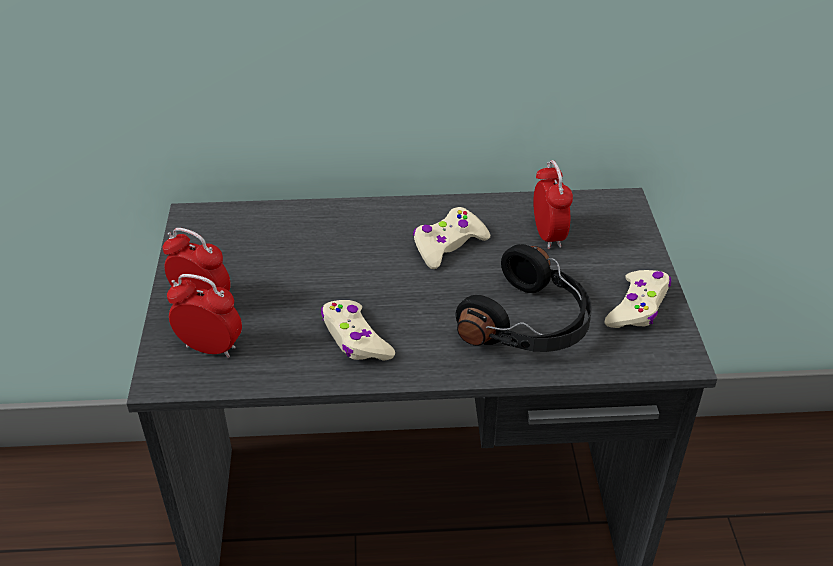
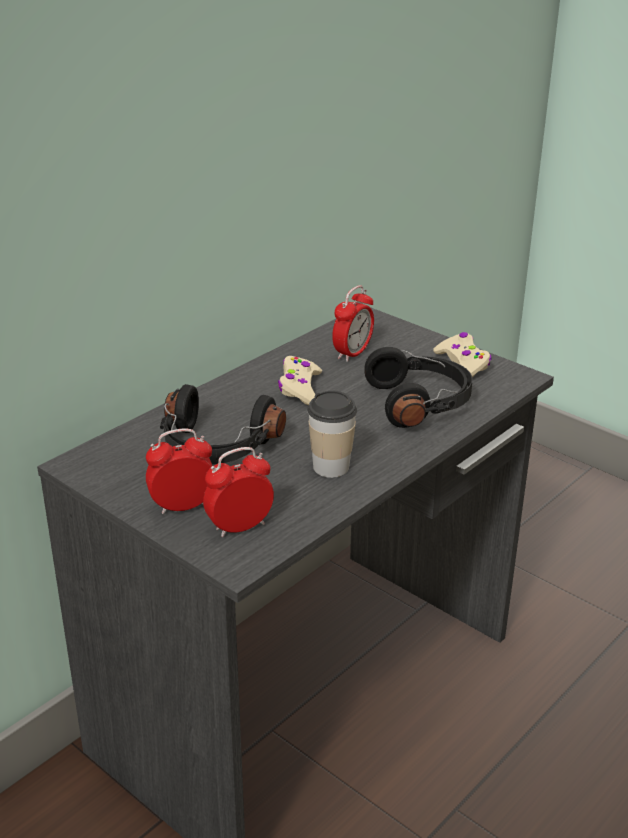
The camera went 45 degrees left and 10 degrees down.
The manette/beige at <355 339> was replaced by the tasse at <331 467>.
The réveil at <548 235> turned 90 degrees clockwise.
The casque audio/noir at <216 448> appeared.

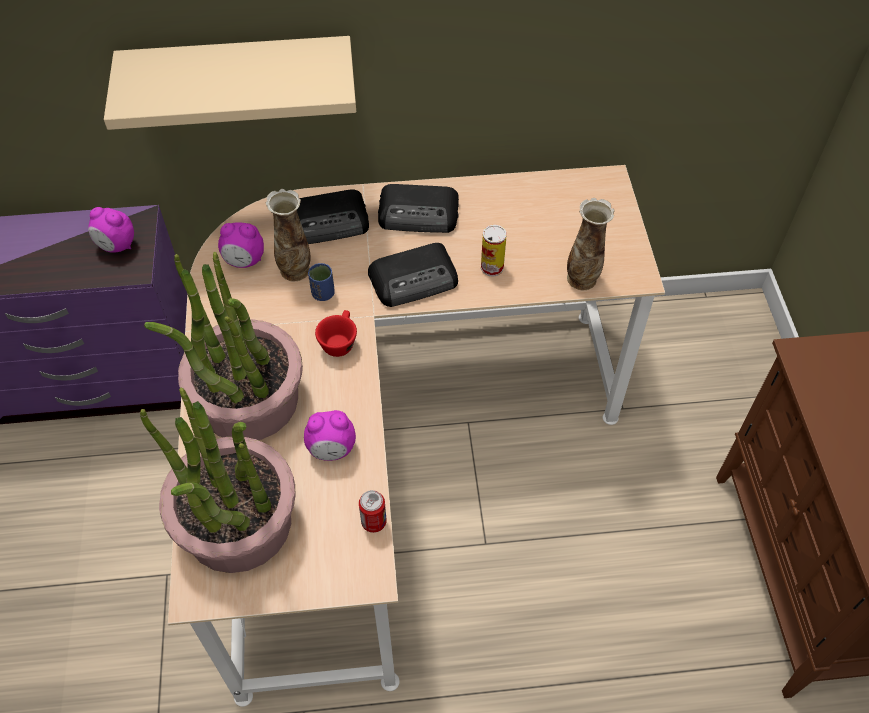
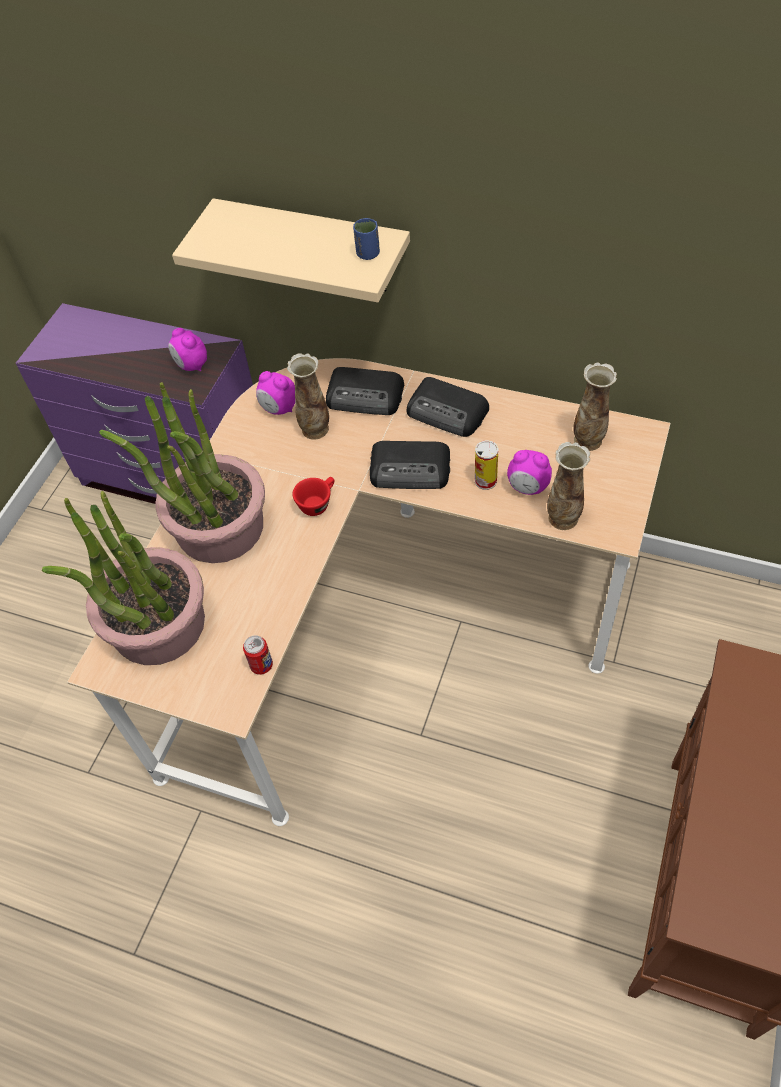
The camera went 30 degrees right and 0 degrees up.
The réveil moved from <332 449> to <528 487>.
The tasse/bleu moved from <323 293> to <368 254>.
The vase at <588 441> appeared.

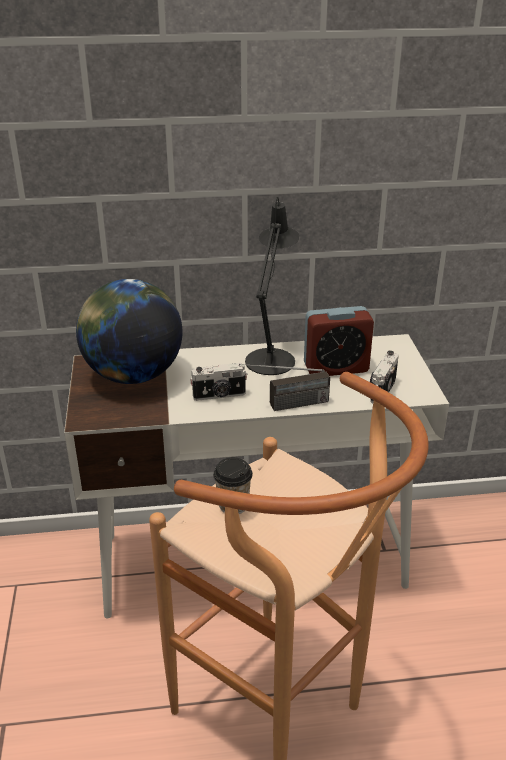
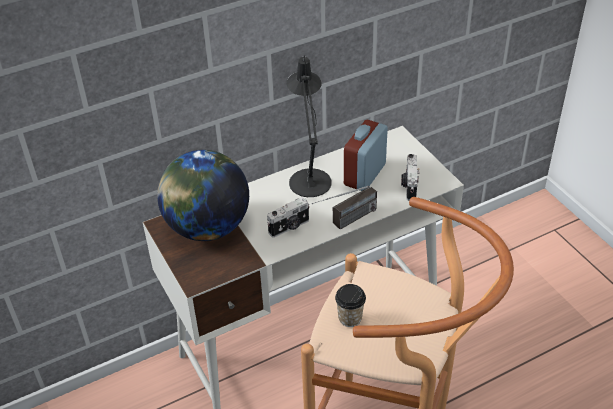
The camera went 20 degrees left and 10 degrees up.
The réveil at <336 368> turned 150 degrees clockwise.

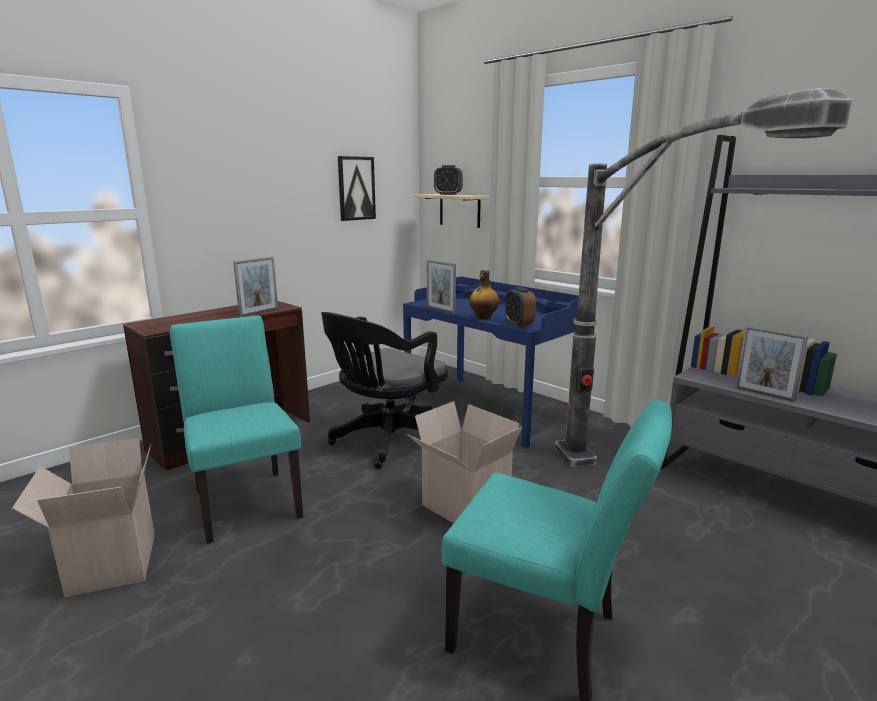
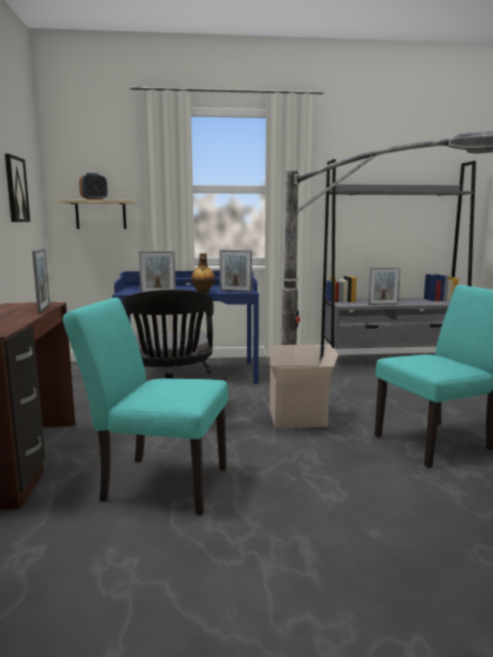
The camera went 50 degrees left and 5 degrees down.
The carton at <109 563> disappeared.
The réveil at <519 324> was replaced by the cadre photo at <235 291>.

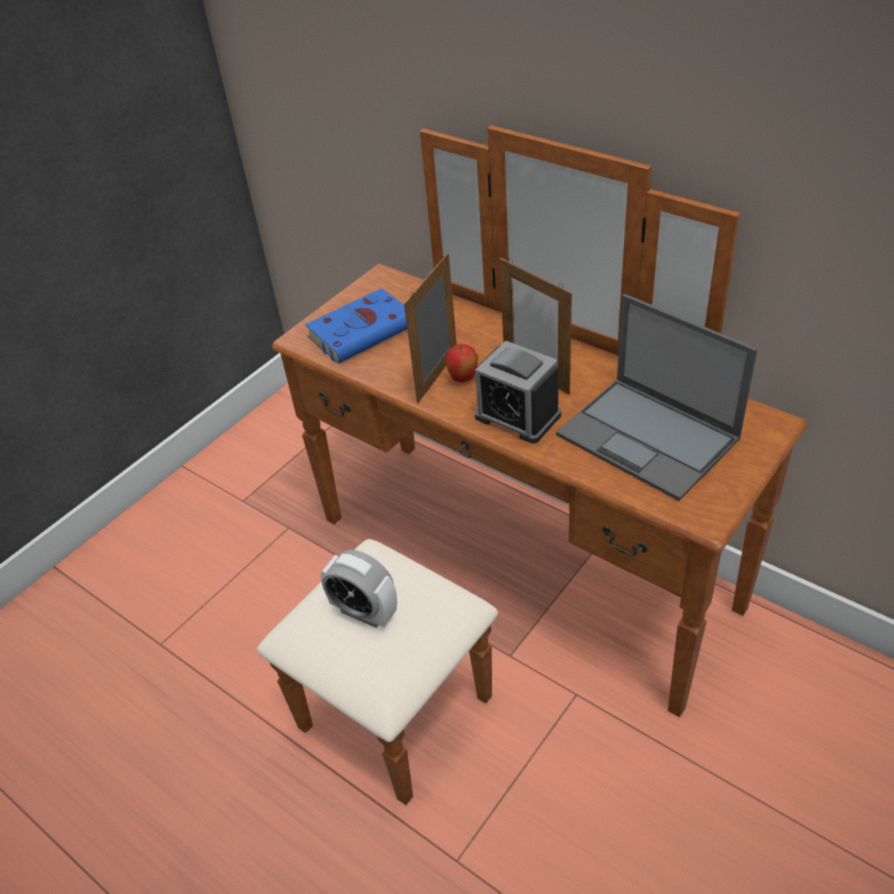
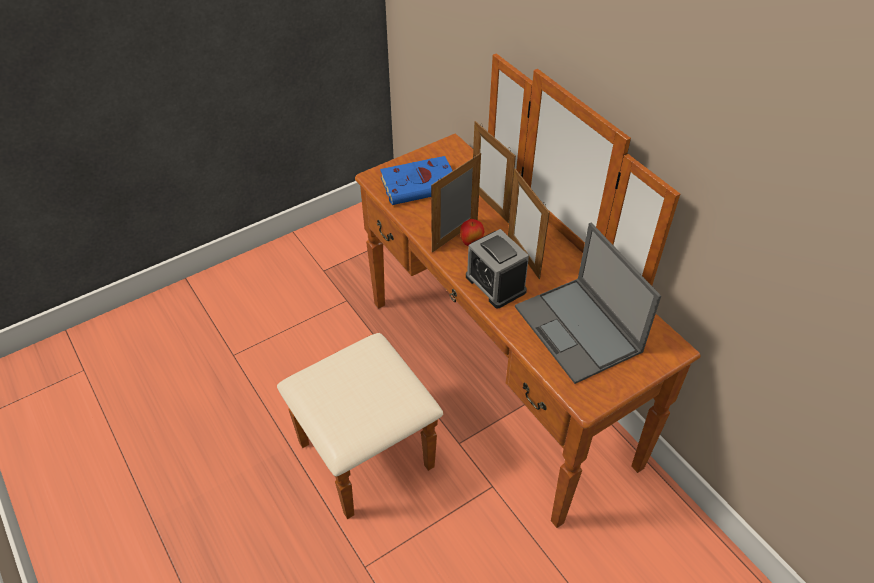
The camera went 15 degrees right and 5 degrees up.
The réveil at <364 612> disappeared.
The cadre photo at <490 205> appeared.

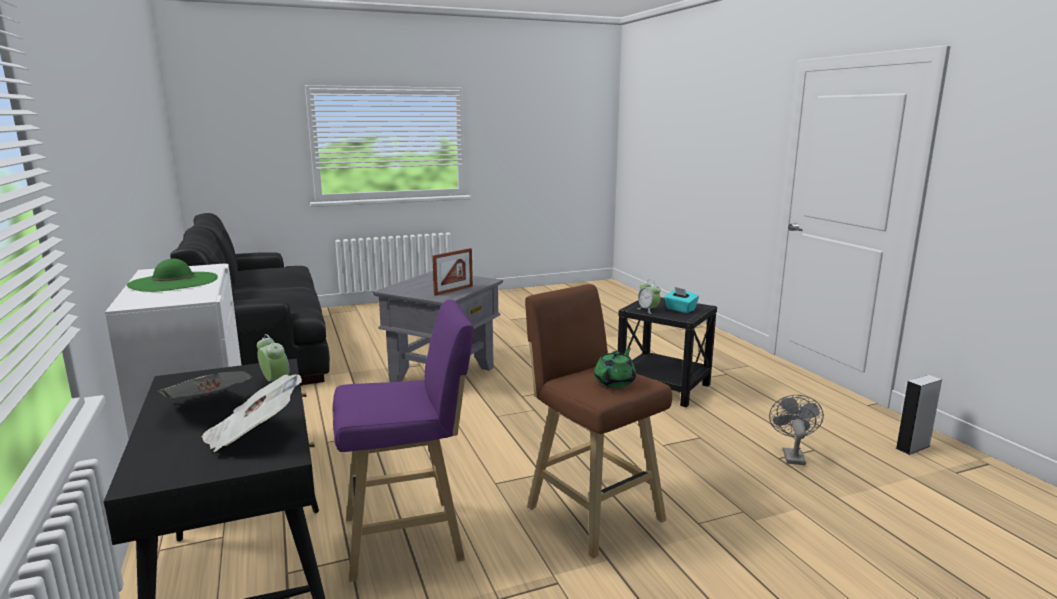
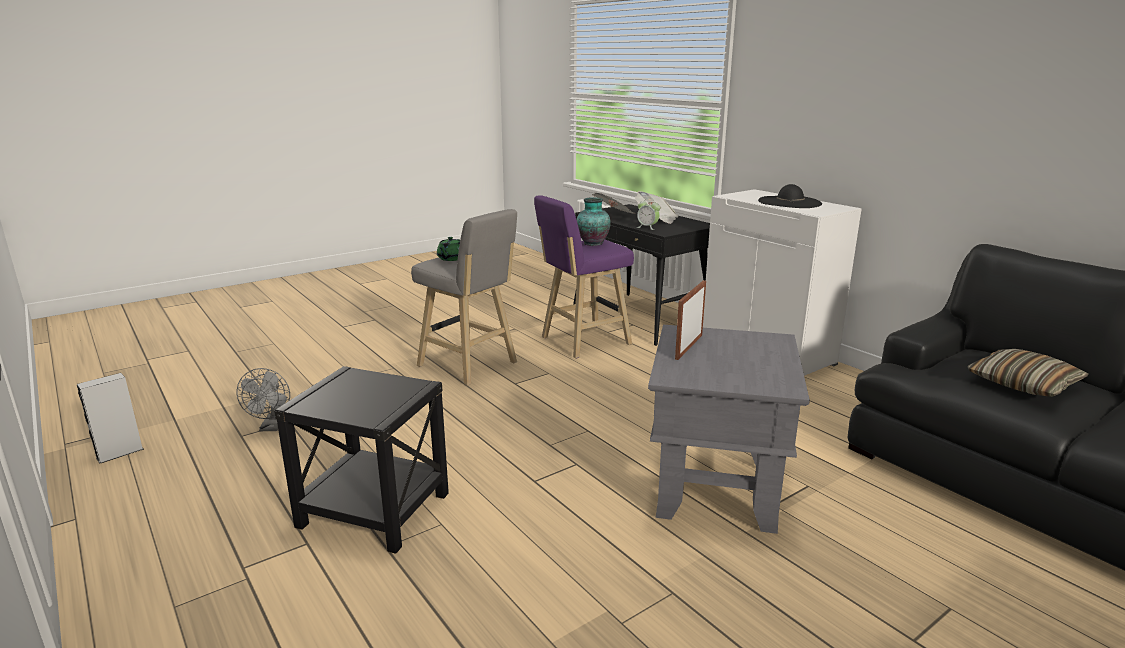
The camera went 165 degrees right and 5 degrees up.
The chapeau/vert at <173 282> became the chapeau/noir at <789 202>.
The tabouret/marron at <591 511> became the tabouret/gris at <470 366>.
The réveil at <648 310> disappeared.
The boîte à mouchoirs/turquoise at <680 309> disappeared.
The vase at <592 243> appeared.
The coussin at <1023 384> appeared.

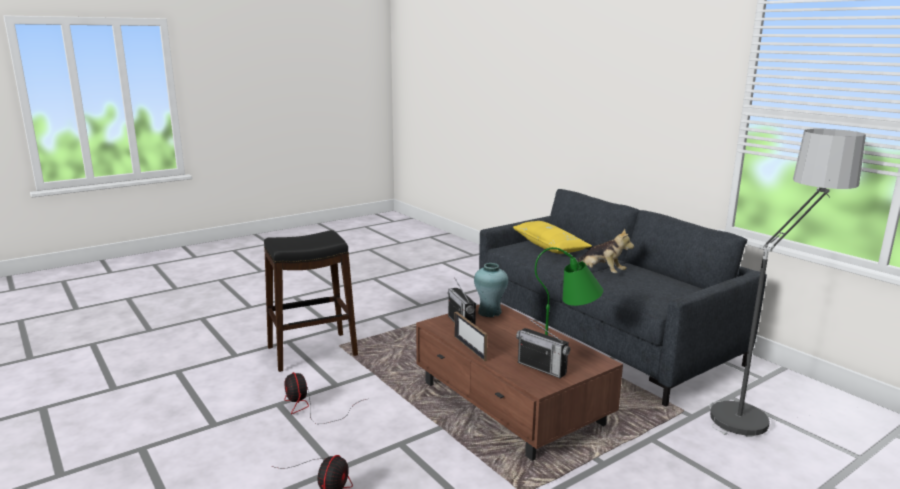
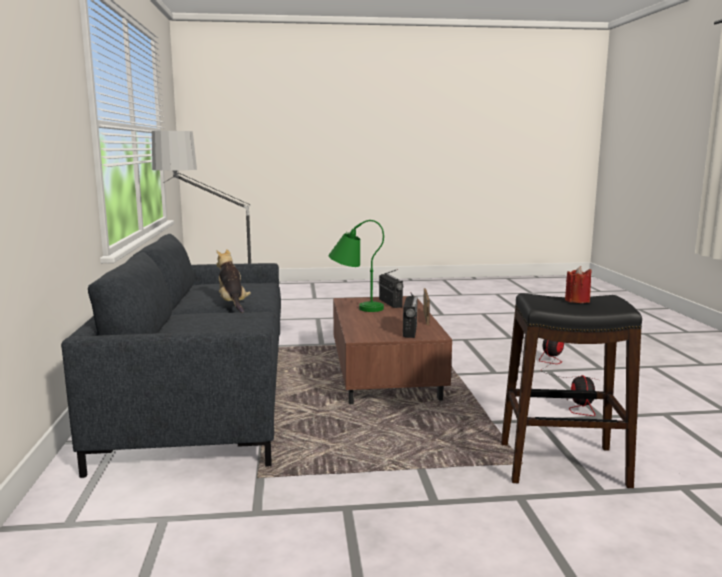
The camera went 150 degrees left and 5 degrees down.
The vase/turquoise at <489 312> disappeared.
The coussin/jaune at <549 246> disappeared.
The bougie/rouge at <577 301> appeared.

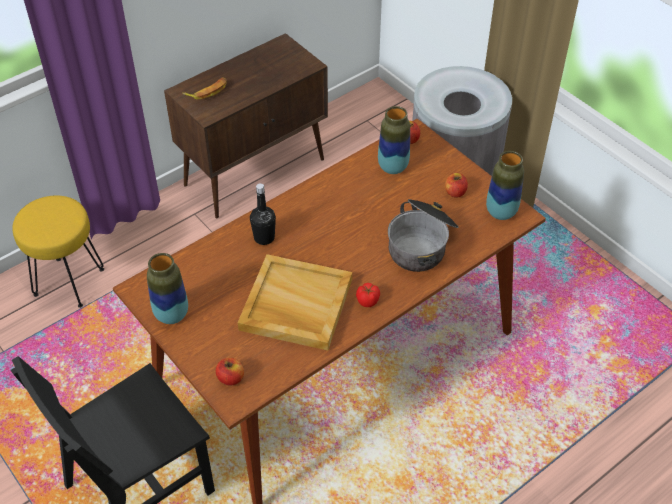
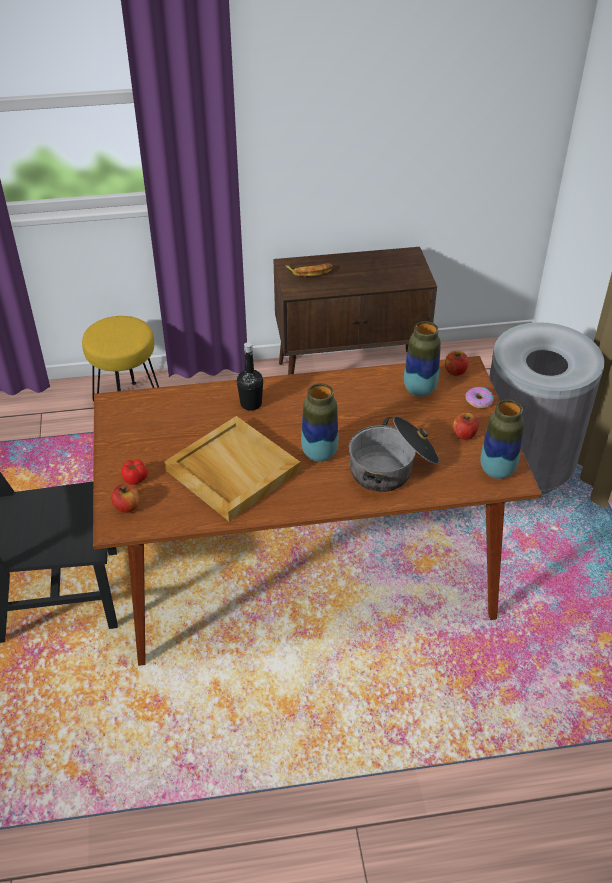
The camera went 30 degrees right and 5 degrees down.
The vase moved from <171 315> to <319 453>.
The tomate moved from <368 300> to <136 479>.
The beignet at <479 401> appeared.

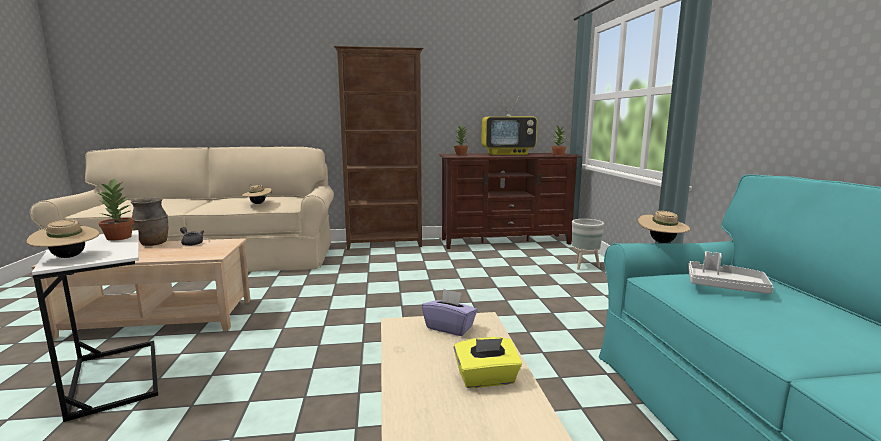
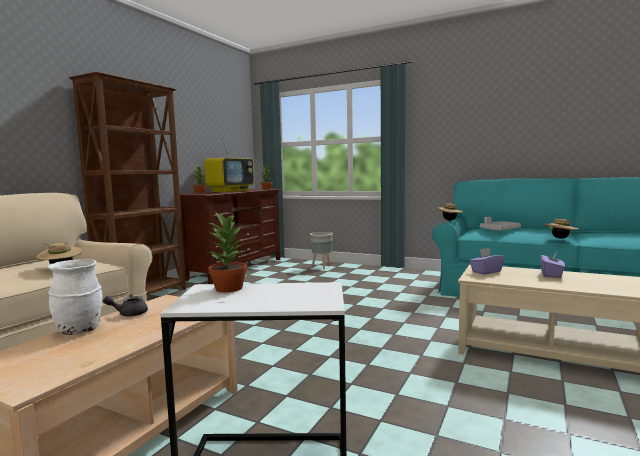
The camera went 55 degrees left and 5 degrees down.
The chapeau/beige moved from <68 257> to <560 238>.
The vase/marron at <153 244> became the vase/blanc at <80 330>.
The boîte à mouchoirs/jaune at <486 379> became the boîte à mouchoirs/violet at <551 275>.

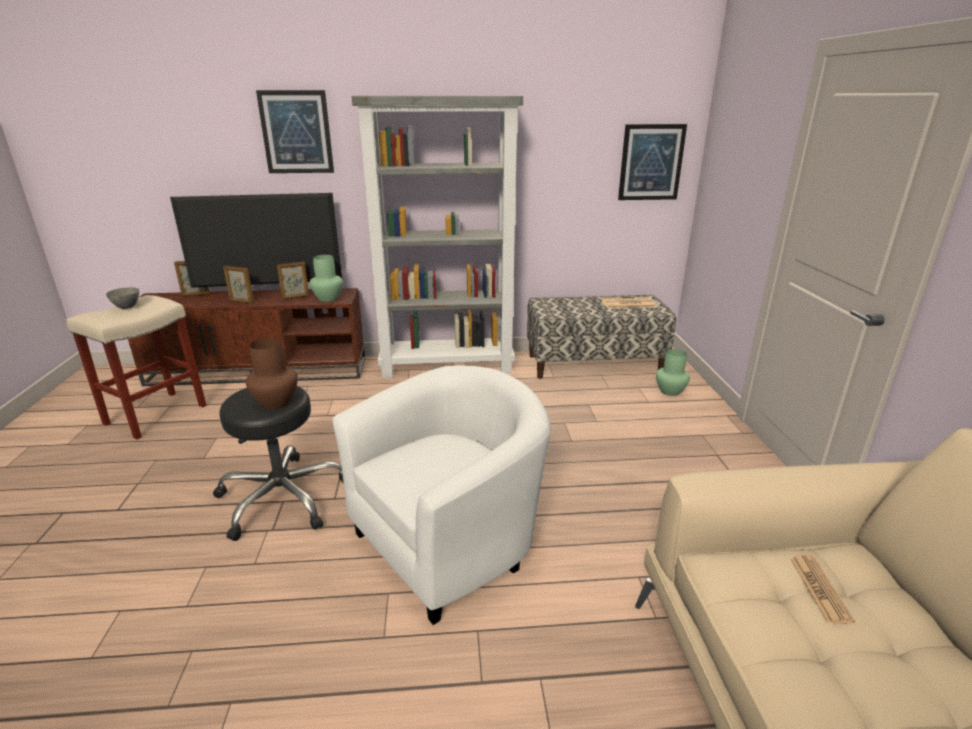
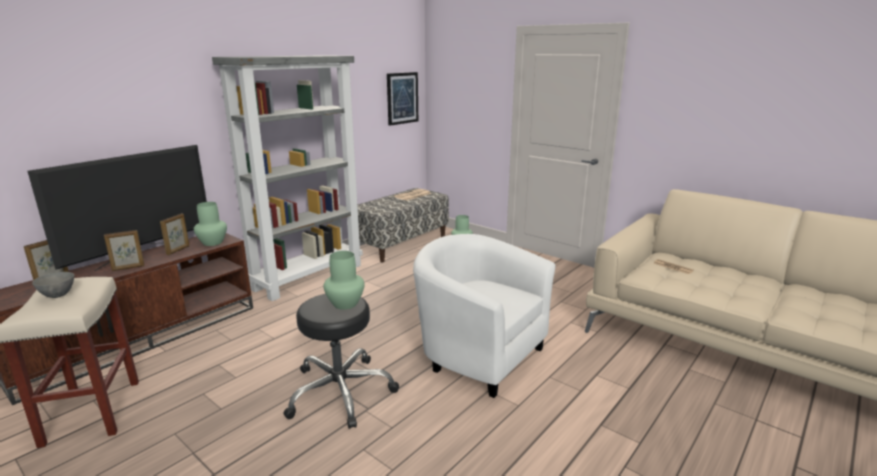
The camera went 45 degrees left and 5 degrees down.
The vase/marron at <276 402> became the vase/vert at <346 304>.
The tableau at <296 132> disappeared.
The fauteuil/blanc at <450 543> turned 60 degrees counterclockwise.

